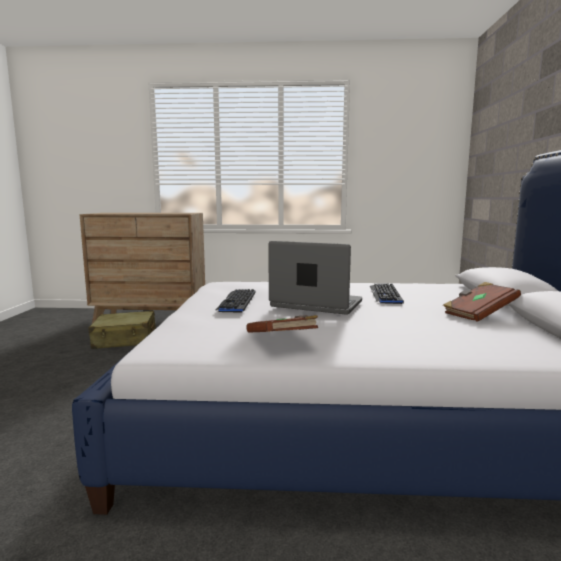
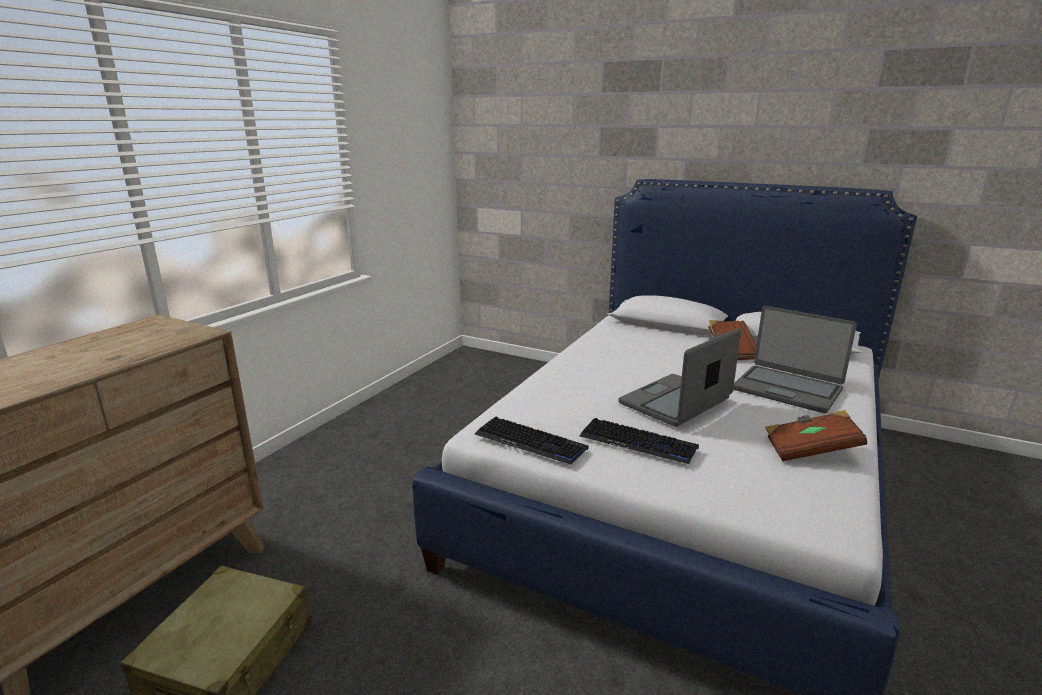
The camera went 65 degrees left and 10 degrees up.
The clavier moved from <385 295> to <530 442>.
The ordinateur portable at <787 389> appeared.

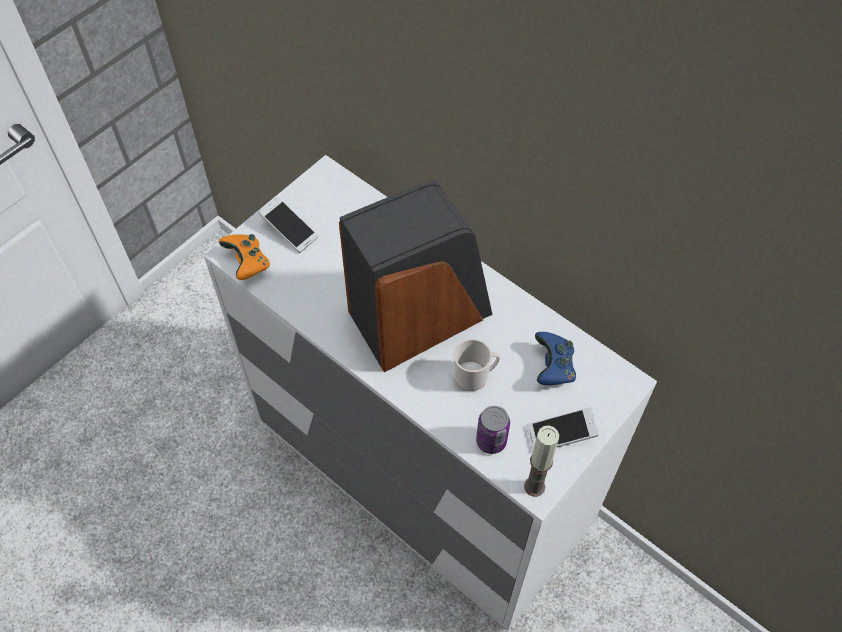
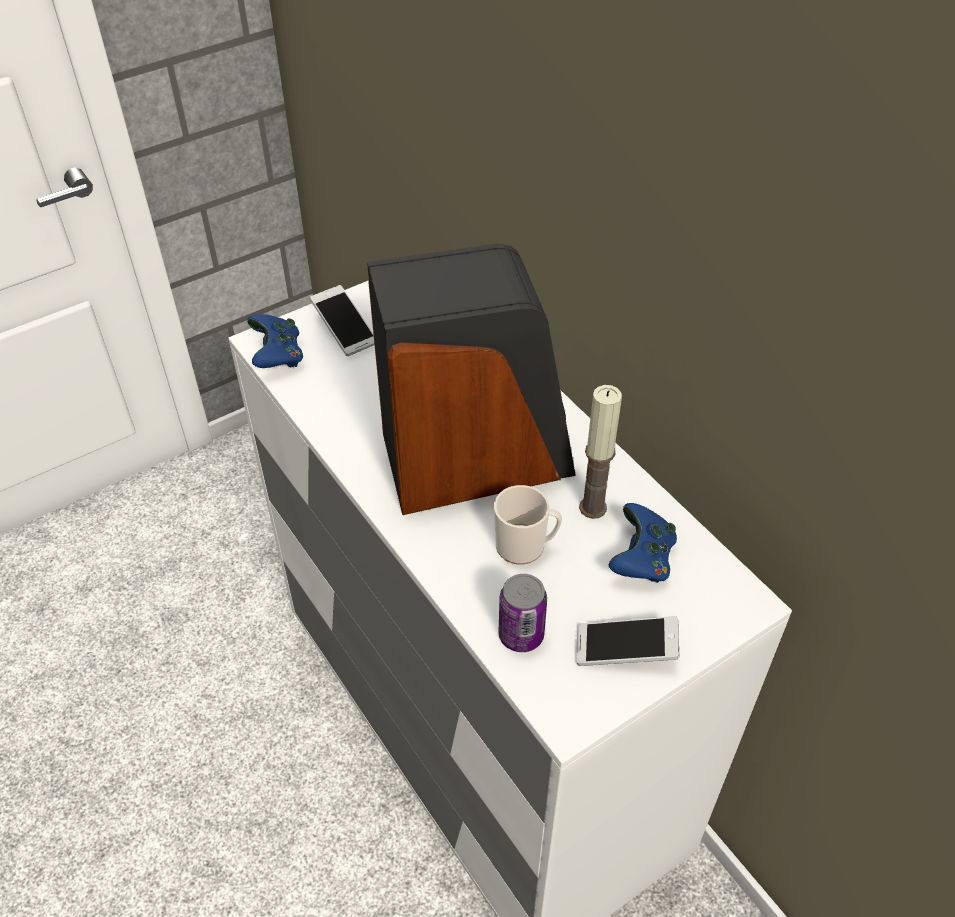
The camera went 15 degrees right and 10 degrees down.
The manette/orange at <248 264> became the manette/bleu at <278 356>.
The bougie moved from <534 486> to <593 507>.

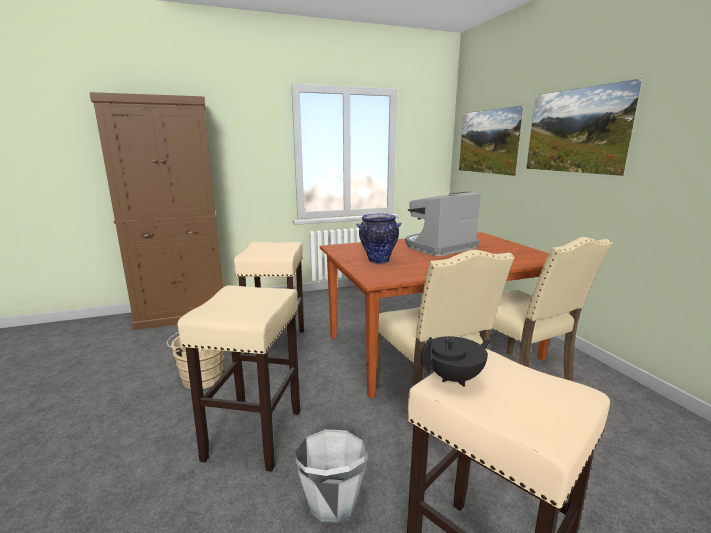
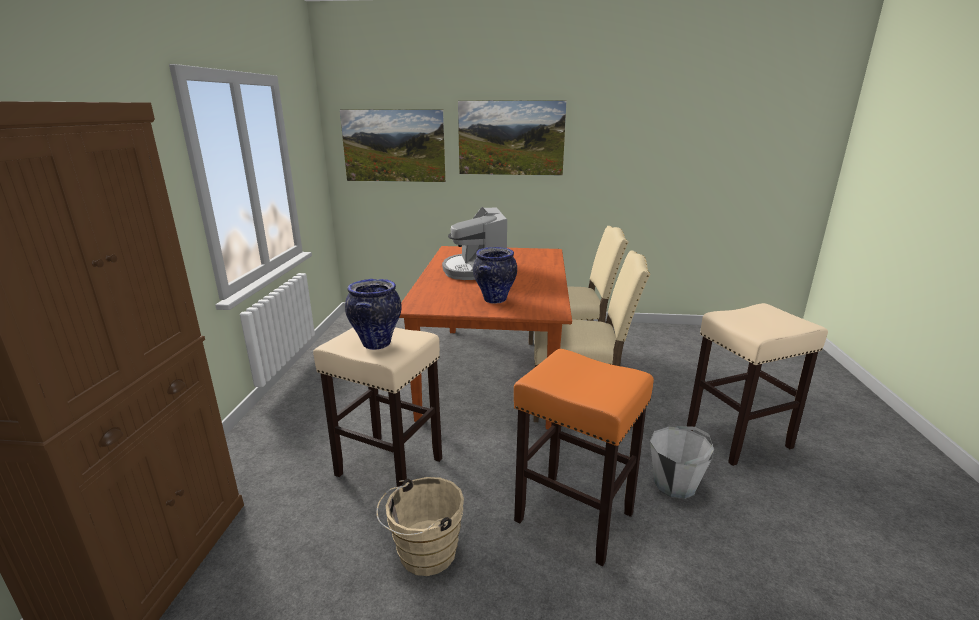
The camera went 65 degrees left and 5 degrees up.
The tabouret/beige at <254 433> became the tabouret/orange at <572 516>.
The théière/noir at <454 378> disappeared.
The vase at <376 343> appeared.

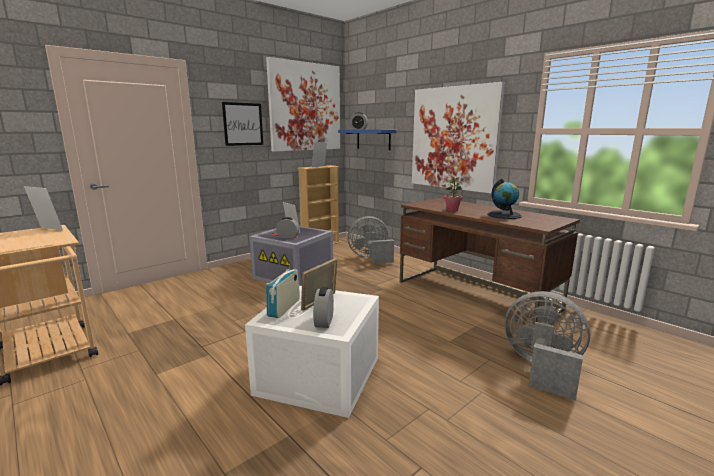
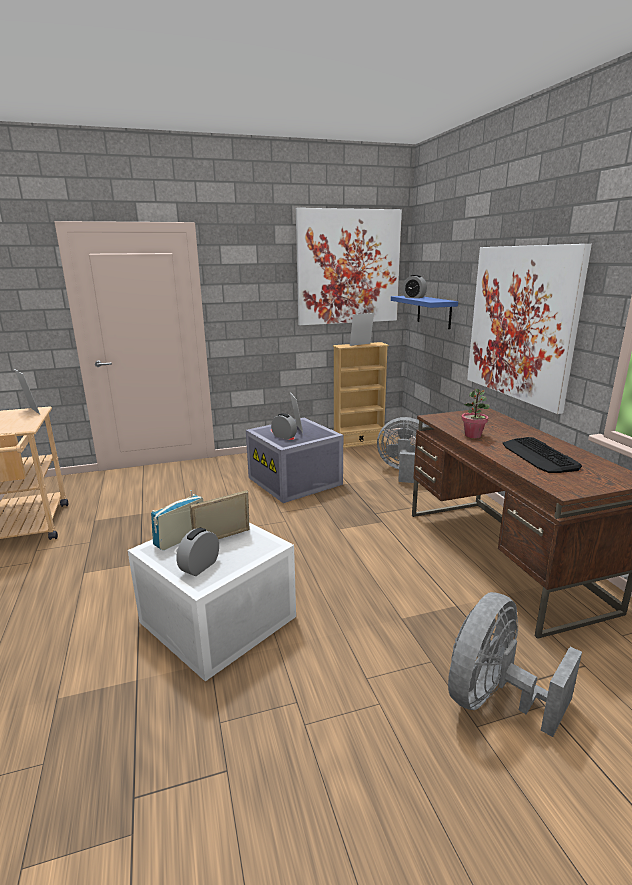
The camera went 25 degrees right and 5 degrees up.
The tableau at <243 124> disappeared.
The globe at <504 215> was replaced by the clavier at <539 456>.
The ventilateur/gris at <542 369> turned 105 degrees counterclockwise.

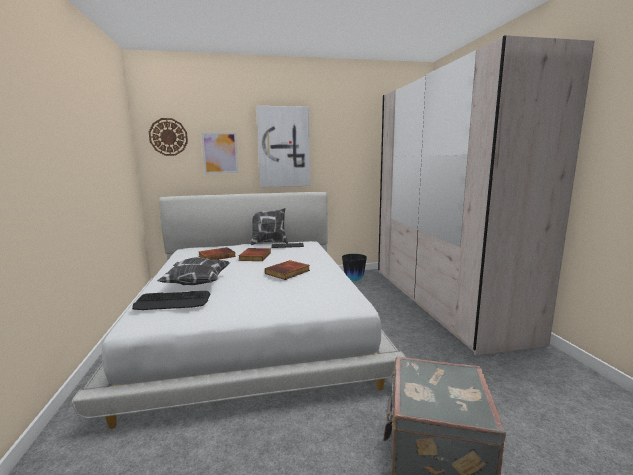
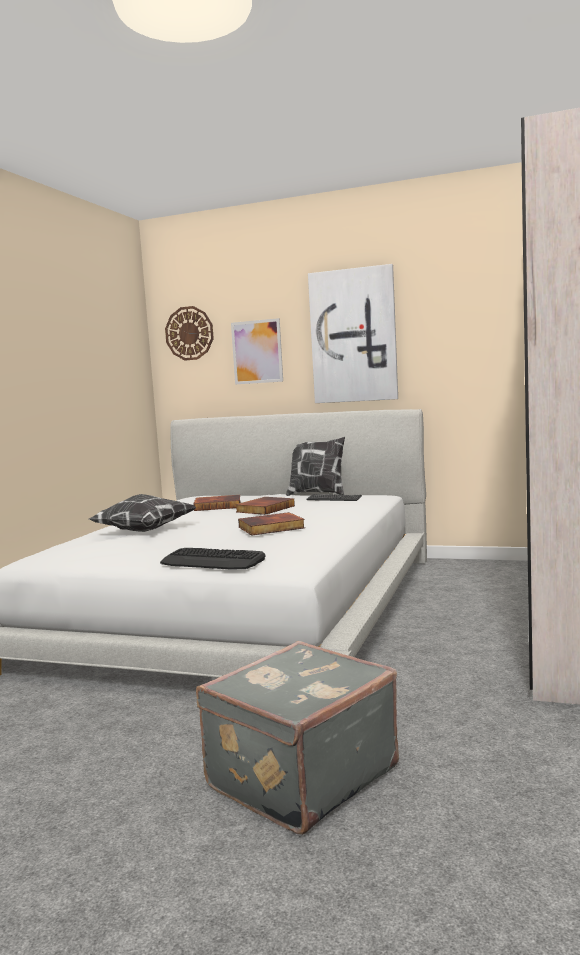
The camera went 30 degrees right and 5 degrees down.
The clavier moved from <173 301> to <213 561>.
The vase at <354 280> disappeared.

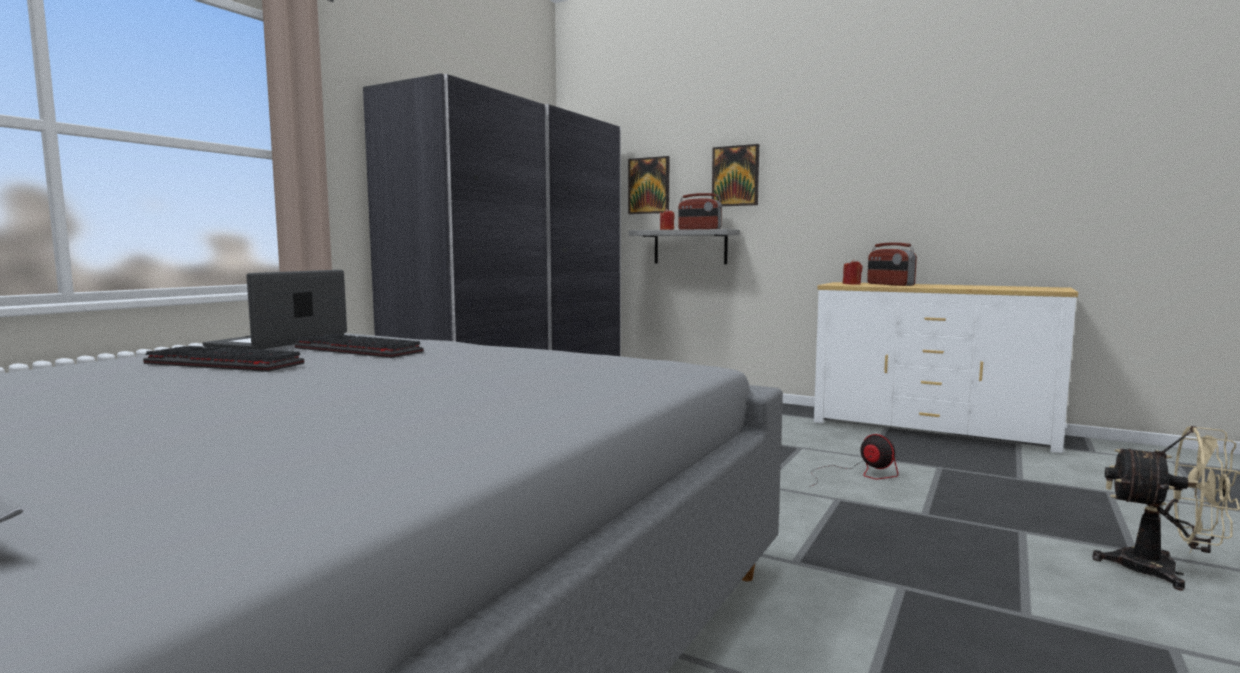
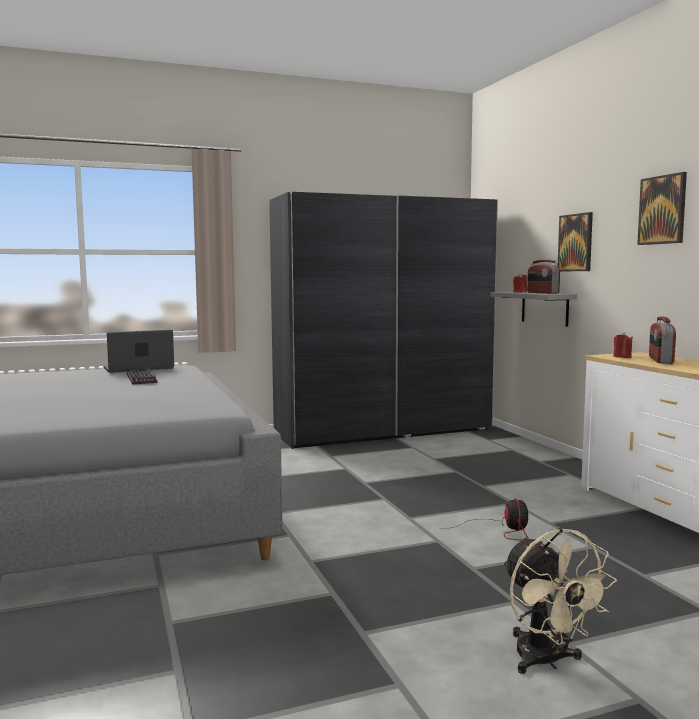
The camera went 40 degrees right and 0 degrees up.
The clavier at <219 364> disappeared.
The tableau moved from <649 185> to <662 210>.

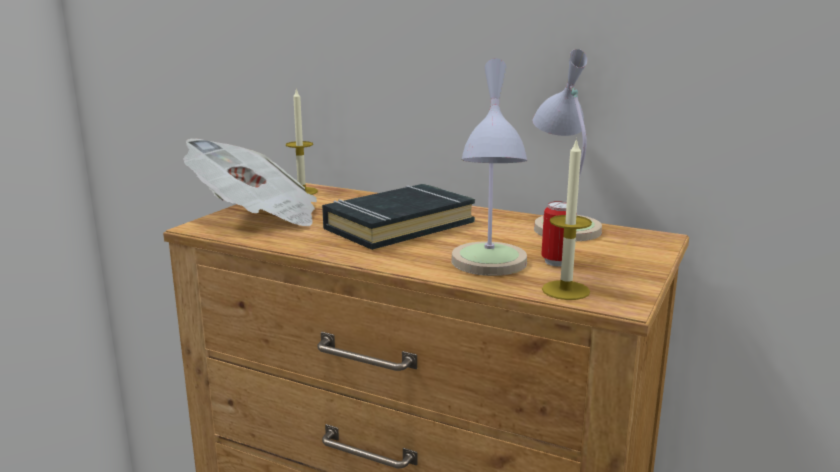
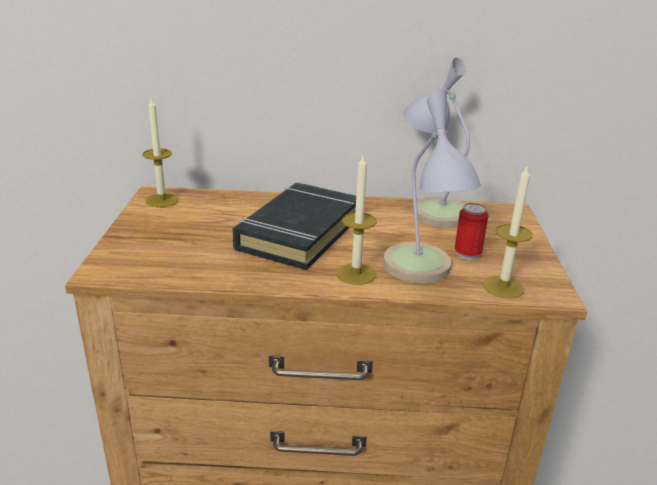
The camera went 25 degrees left and 10 degrees up.
The journal at <257 216> disappeared.
The bougie at <356 274> appeared.

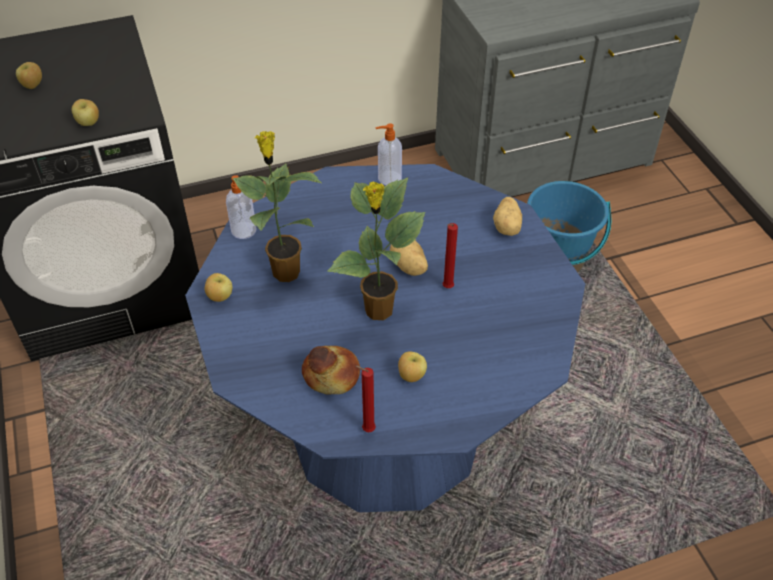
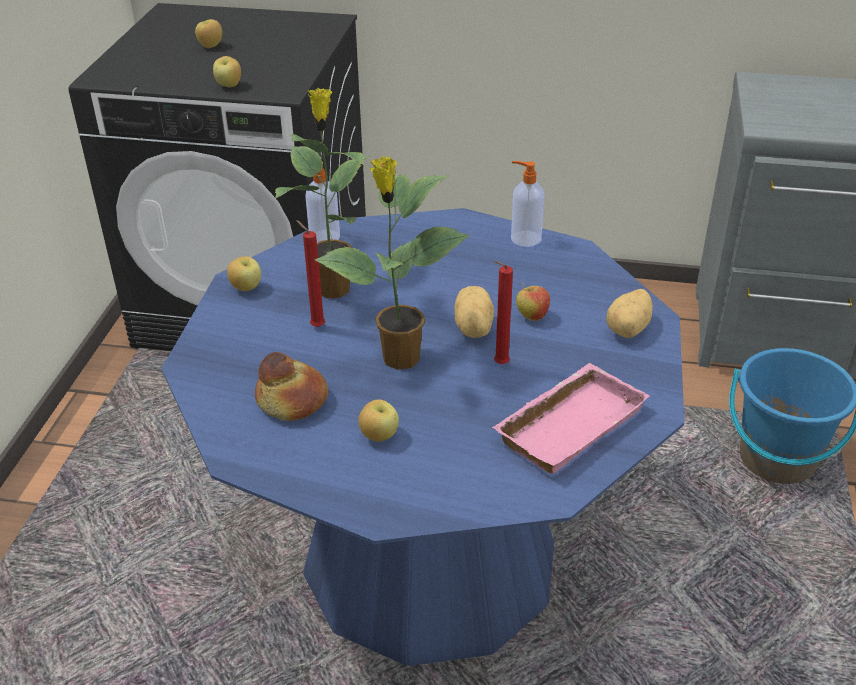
The camera went 30 degrees right and 10 degrees down.
The bougie/rouge moved from <366 429> to <315 326>.
The plateau/rose at <568 423> appeared.
The pomme at <531 316> appeared.

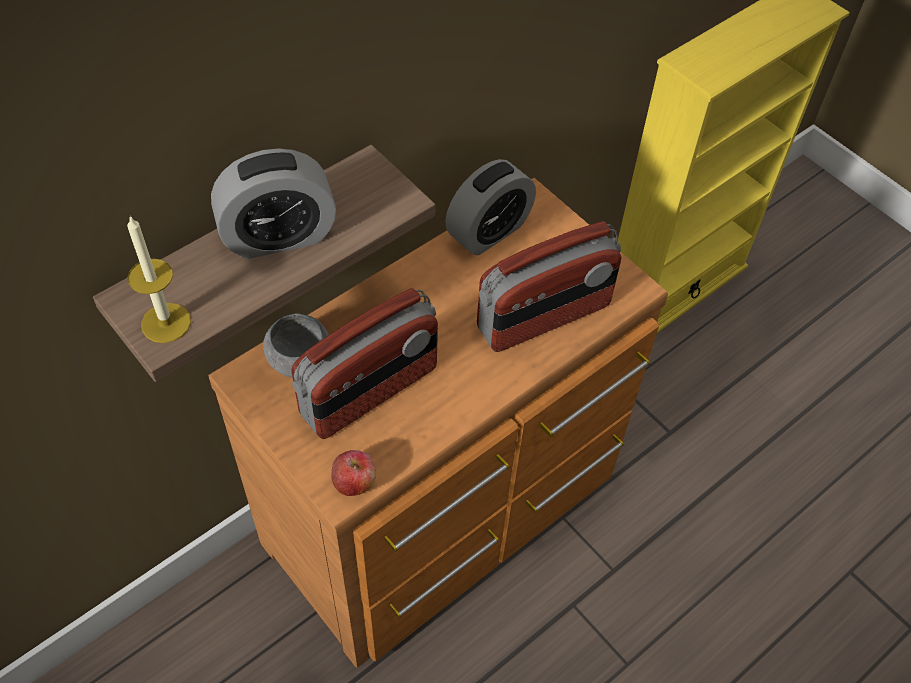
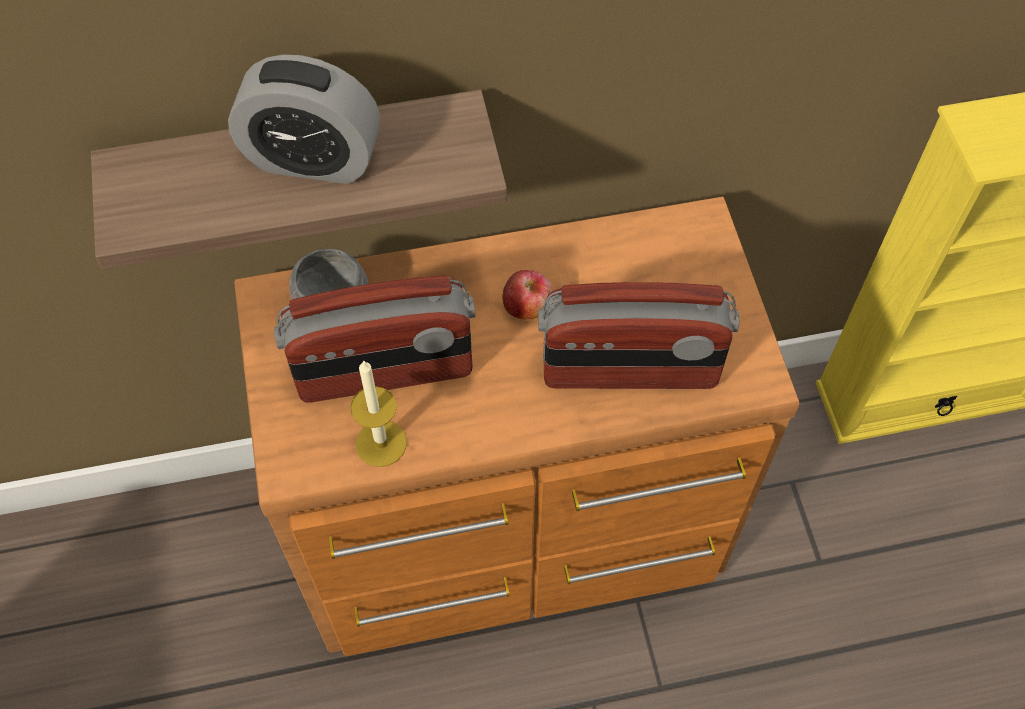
The camera went 30 degrees right and 5 degrees up.
The bougie moved from <166 323> to <381 443>.
The pomme moved from <354 482> to <527 307>.
The réveil at <489 232> disappeared.

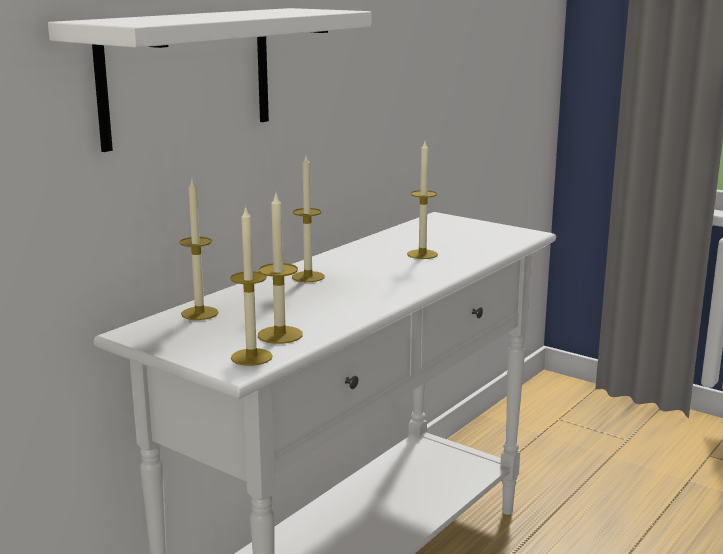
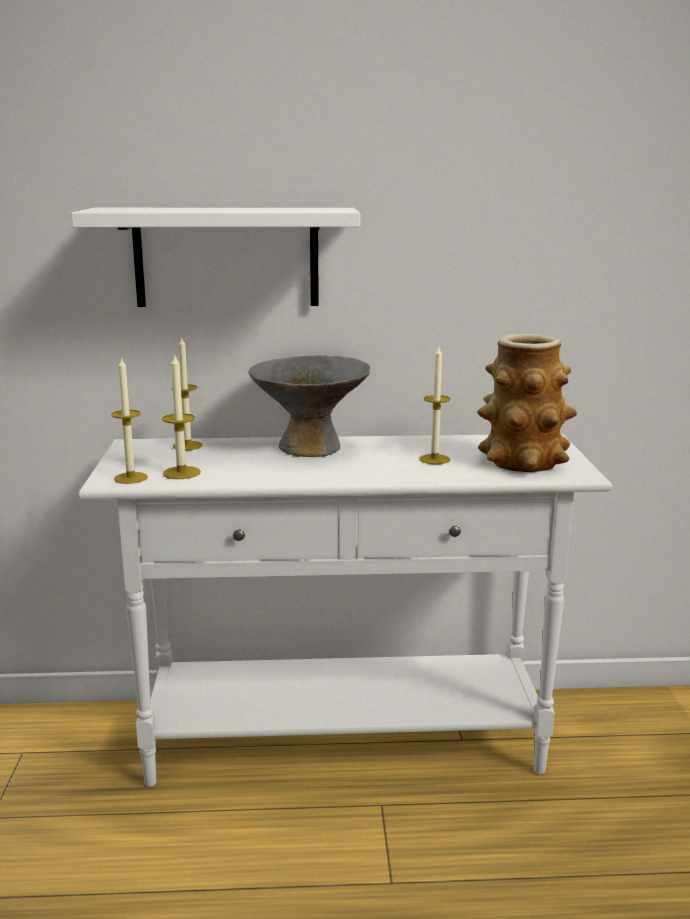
The camera went 50 degrees right and 0 degrees up.
The bougie at <308 277> was replaced by the bol/gris at <310 447>.
The vase at <523 461> appeared.

